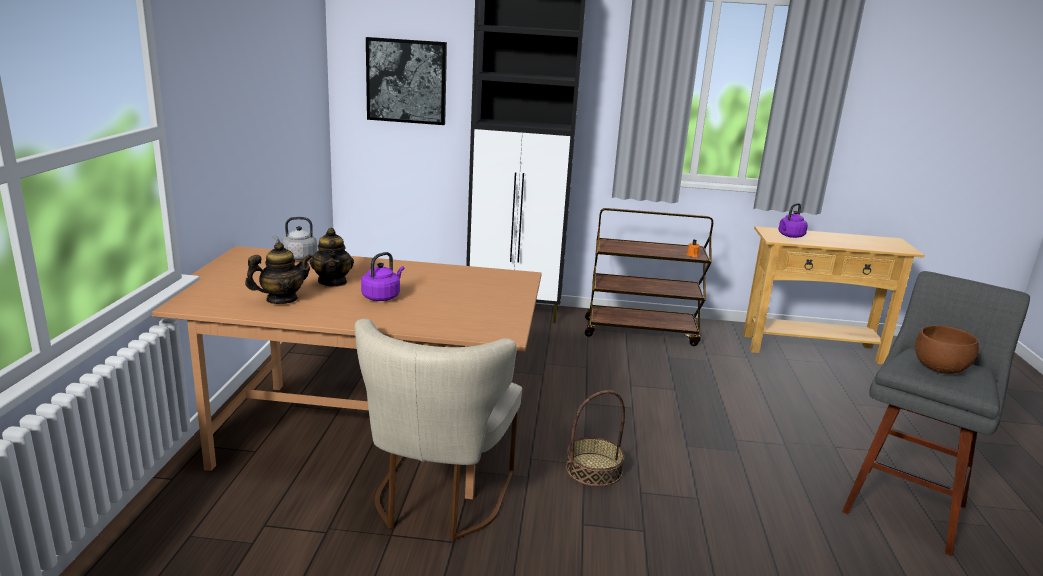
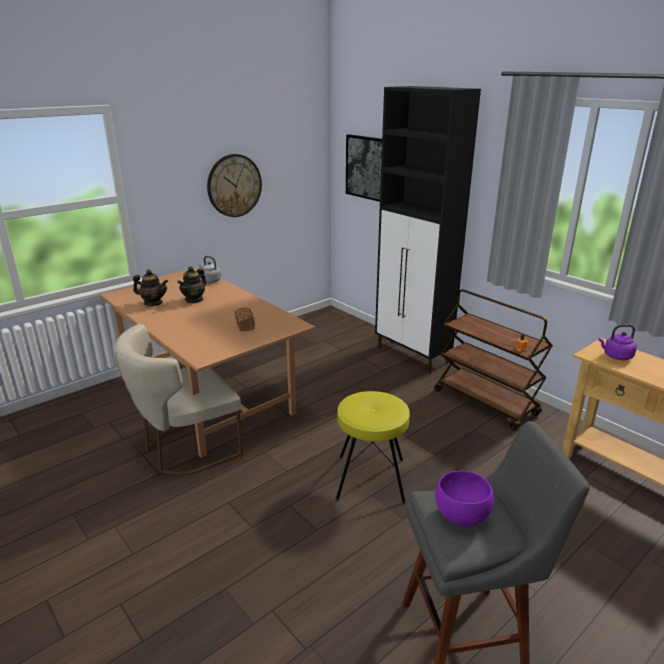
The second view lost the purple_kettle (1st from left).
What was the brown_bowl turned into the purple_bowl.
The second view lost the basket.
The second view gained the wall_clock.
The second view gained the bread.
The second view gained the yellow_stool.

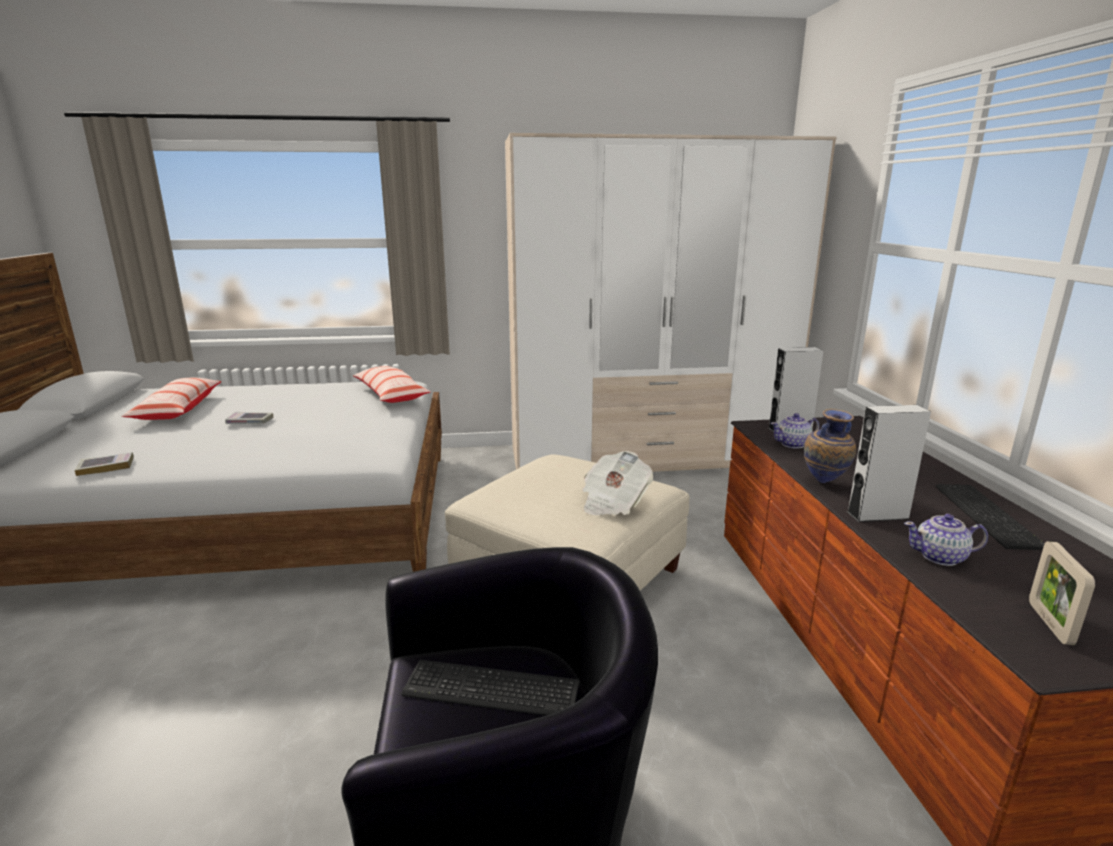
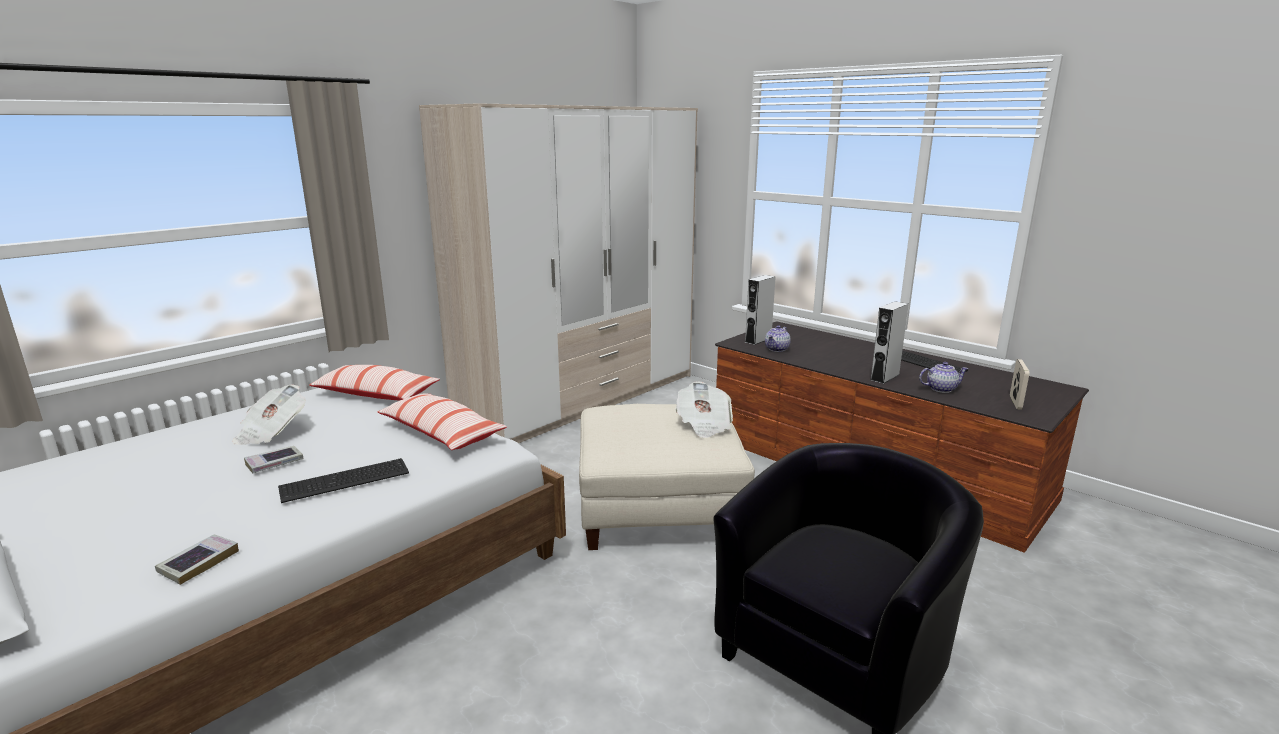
The pillow (1st from left in the first image) ended up elsewhere.
The second view lost the vase.
The teapot (2nd from left) ended up facing another way, 150 degrees counterclockwise from before.
The picture_frame ended up facing another way, 135 degrees counterclockwise from before.
The keyboard (1st from left) ended up elsewhere.
The second view gained the newspaper (1st from left).

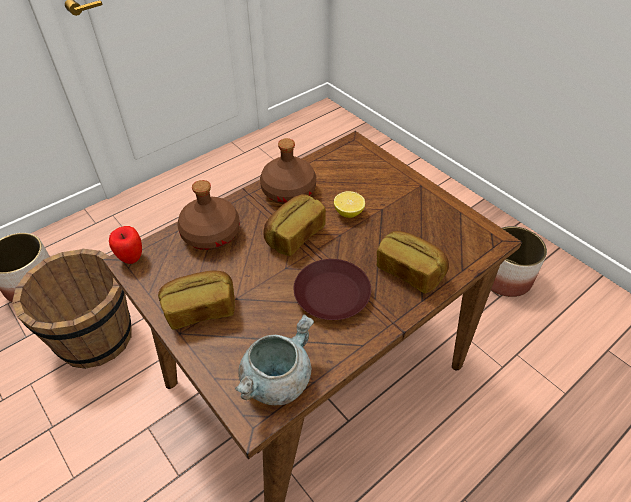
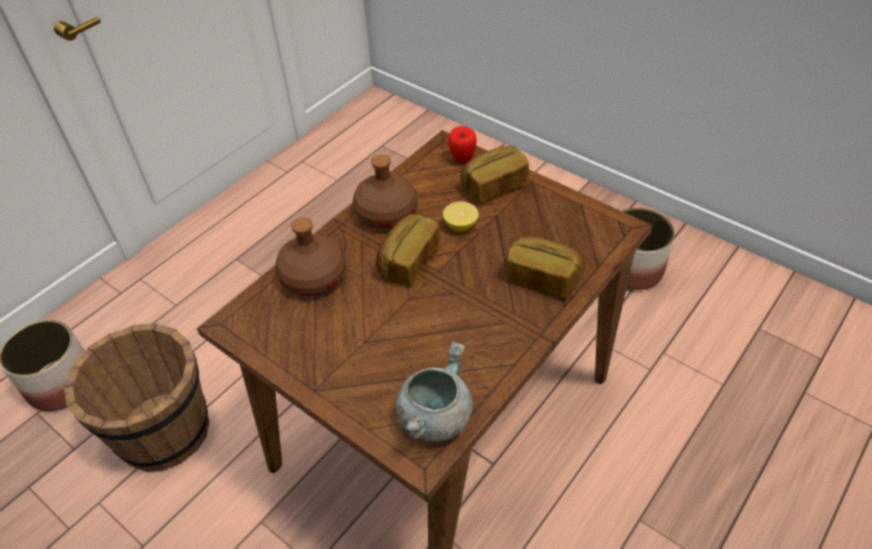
The apple ended up elsewhere.
The second view lost the brown_plate.
The bread (1st from left in the first image) ended up elsewhere.

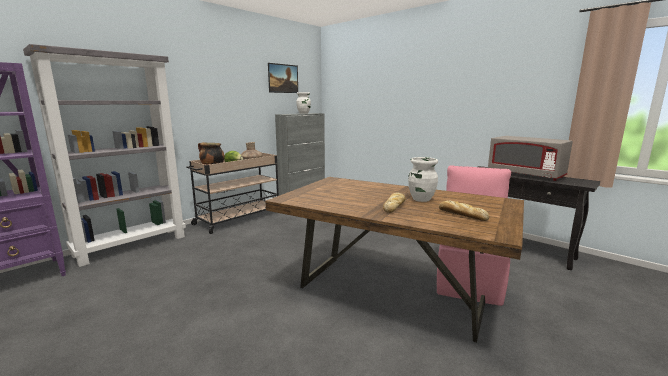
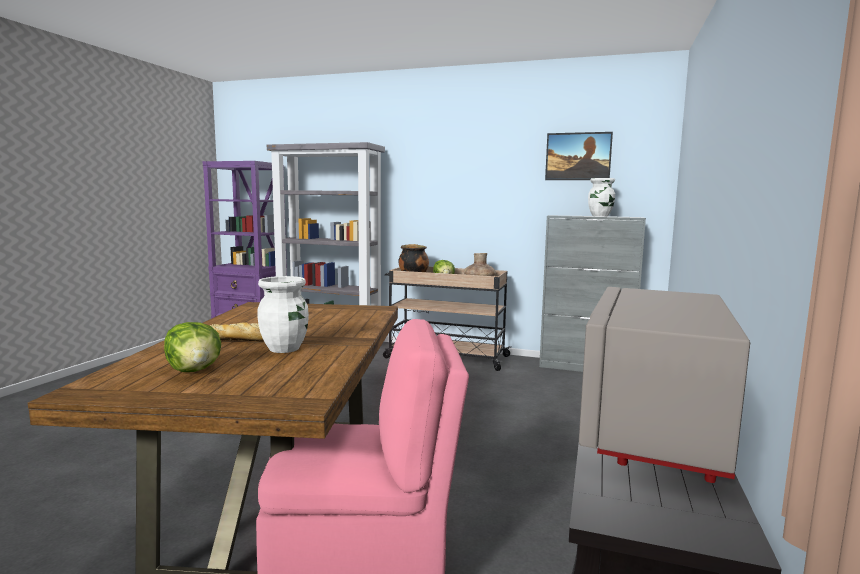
Where the bread (2nd from left) stood, the lettuce (1st from left) came to stand.

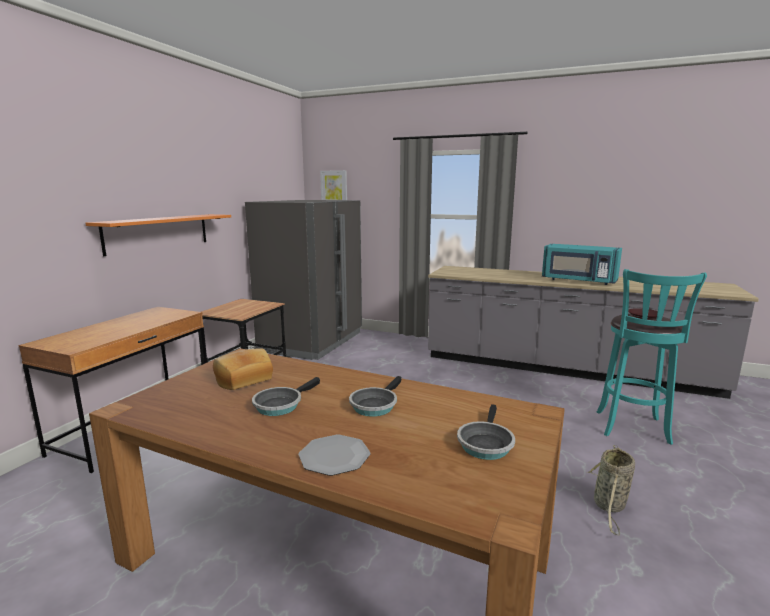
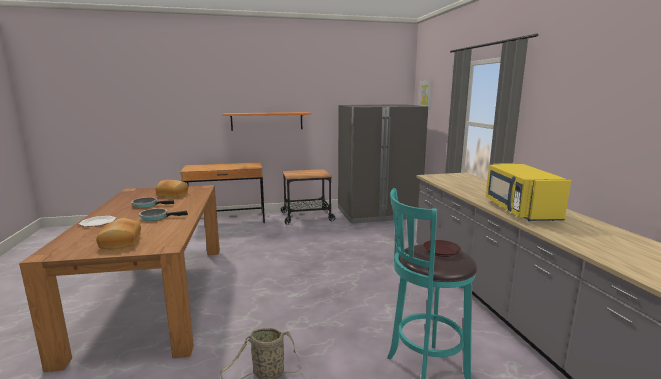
What was the turquoise_microwave turned into the yellow_microwave.
Where the frying_pan (3rd from left) stood, the bread (1st from left) came to stand.

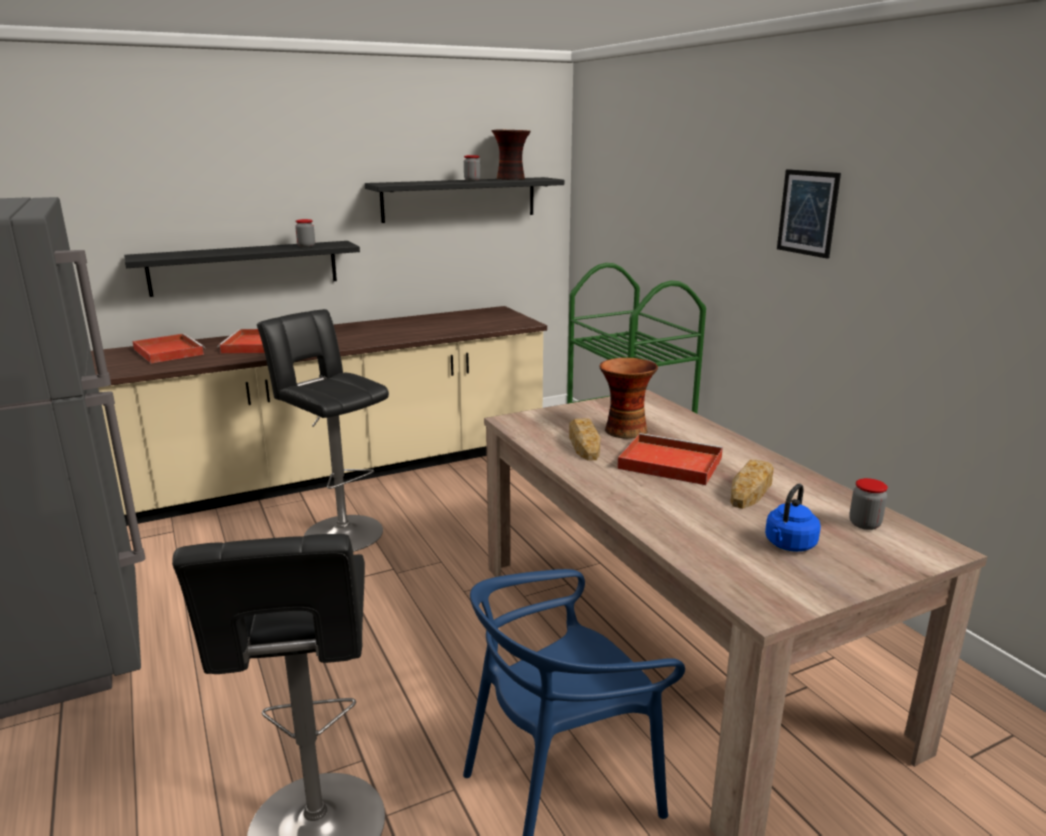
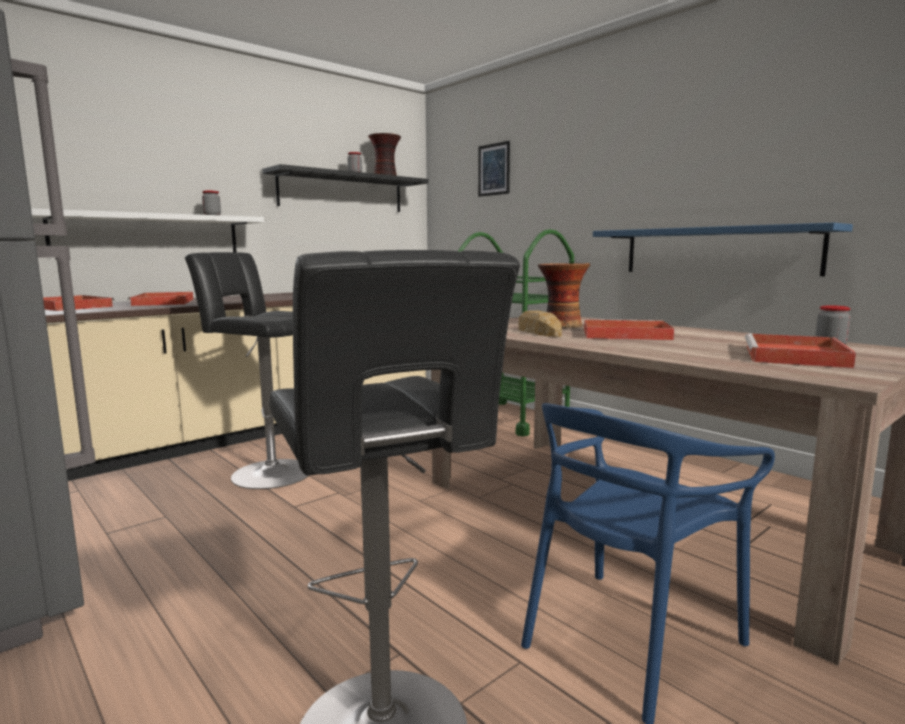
The picture ended up elsewhere.
What was the black_shelf (1st from left) turned into the white_shelf.
The second view lost the bread (2nd from left).
Where the blue_kettle stood, the red_tray (4th from left) came to stand.
The second view gained the blue_shelf.

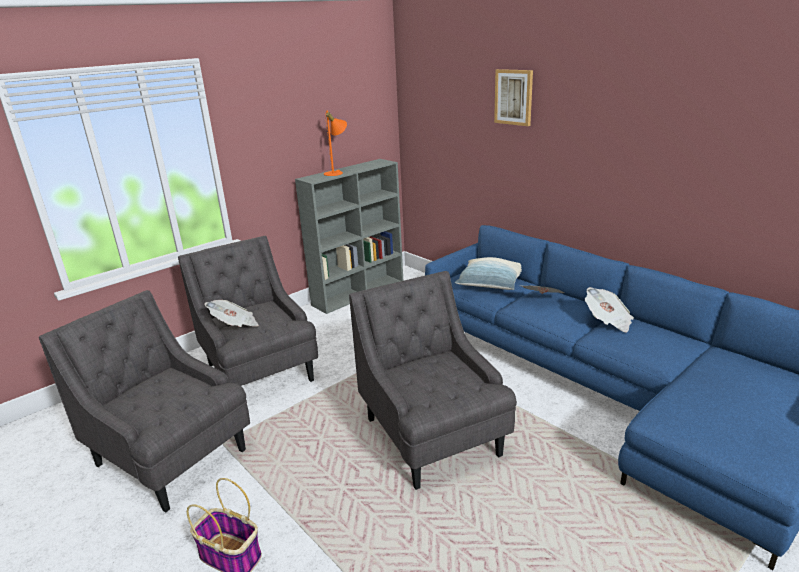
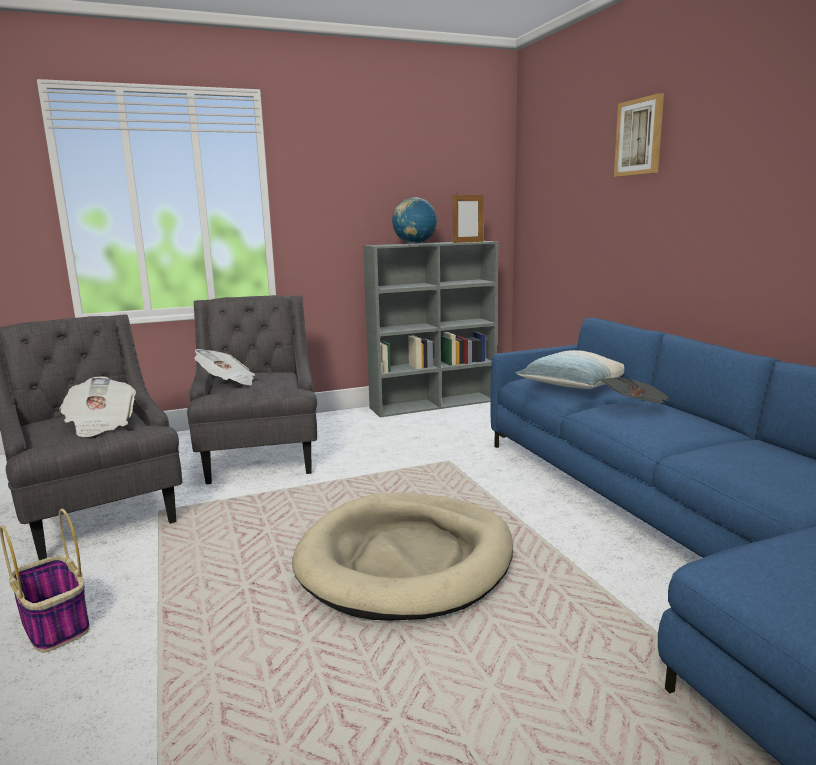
Where the orange_table_lamp stood, the globe came to stand.
Where the grey_armchair (3rd from left) stood, the beige_dog_bed came to stand.
The newspaper (3rd from left in the first image) ended up elsewhere.
The second view gained the picture_frame.

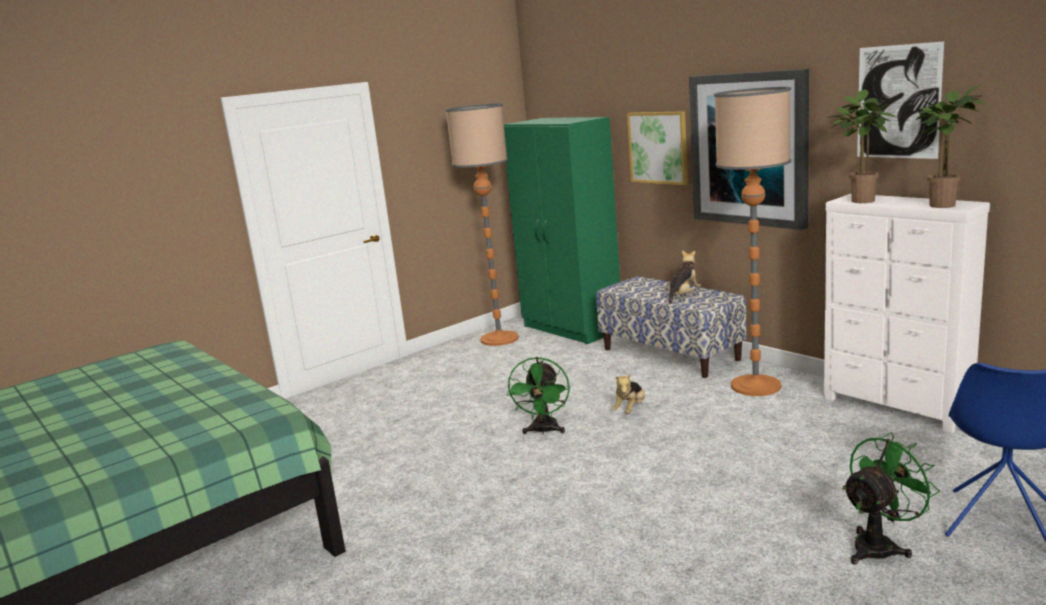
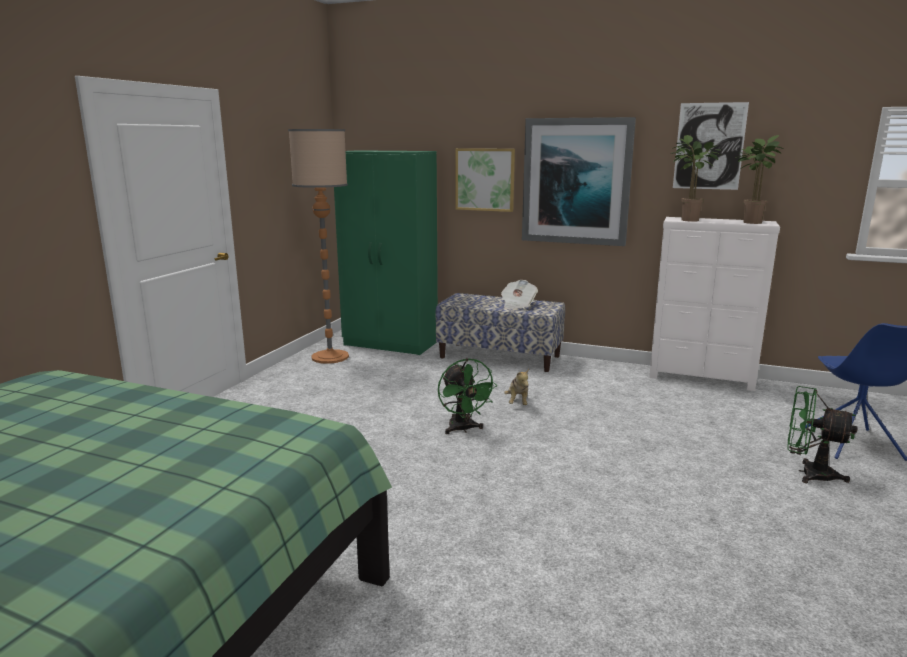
The second view lost the floor_lamp (2nd from left).
Where the plush_toy (2nd from left) stood, the newspaper came to stand.
The green_fan (2nd from left) ended up facing another way, 90 degrees counterclockwise from before.

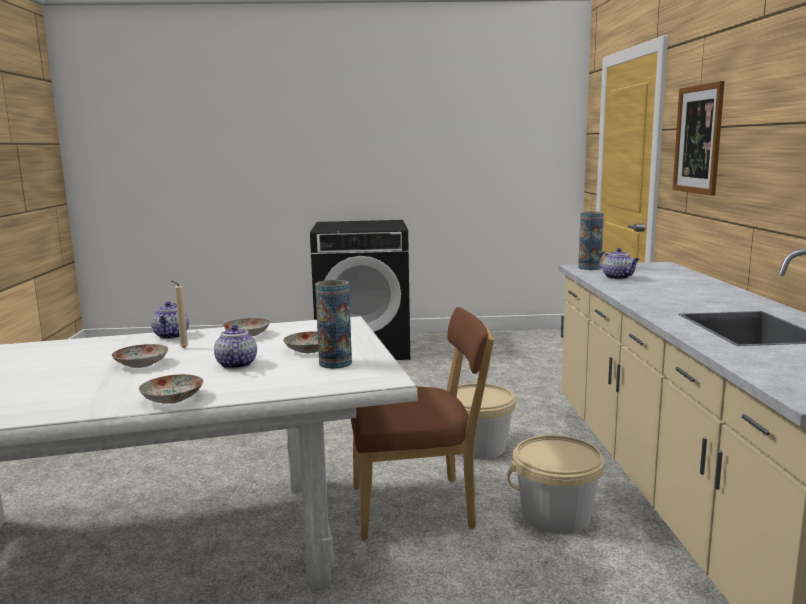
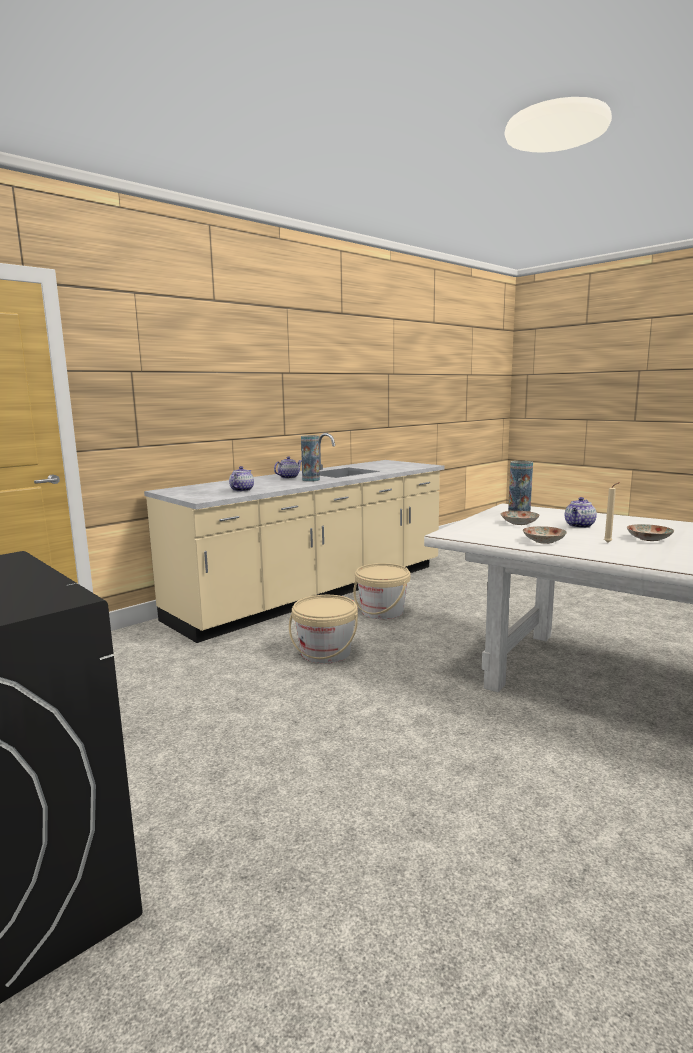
The second view lost the picture.
The vase (2nd from left in the first image) ended up elsewhere.
The teapot (1st from left in the first image) ended up elsewhere.
The second view lost the brown_chair.
The second view lost the plate (2nd from left).

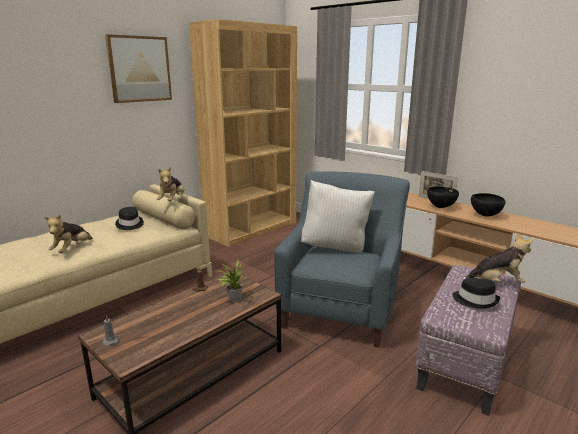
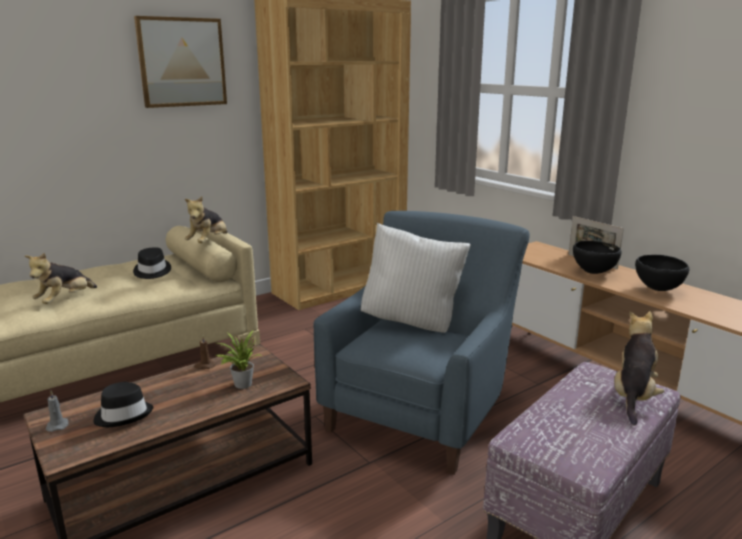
The plush_toy (3rd from left) ended up facing another way, 75 degrees counterclockwise from before.
The black_hat (2nd from left in the first image) ended up elsewhere.

